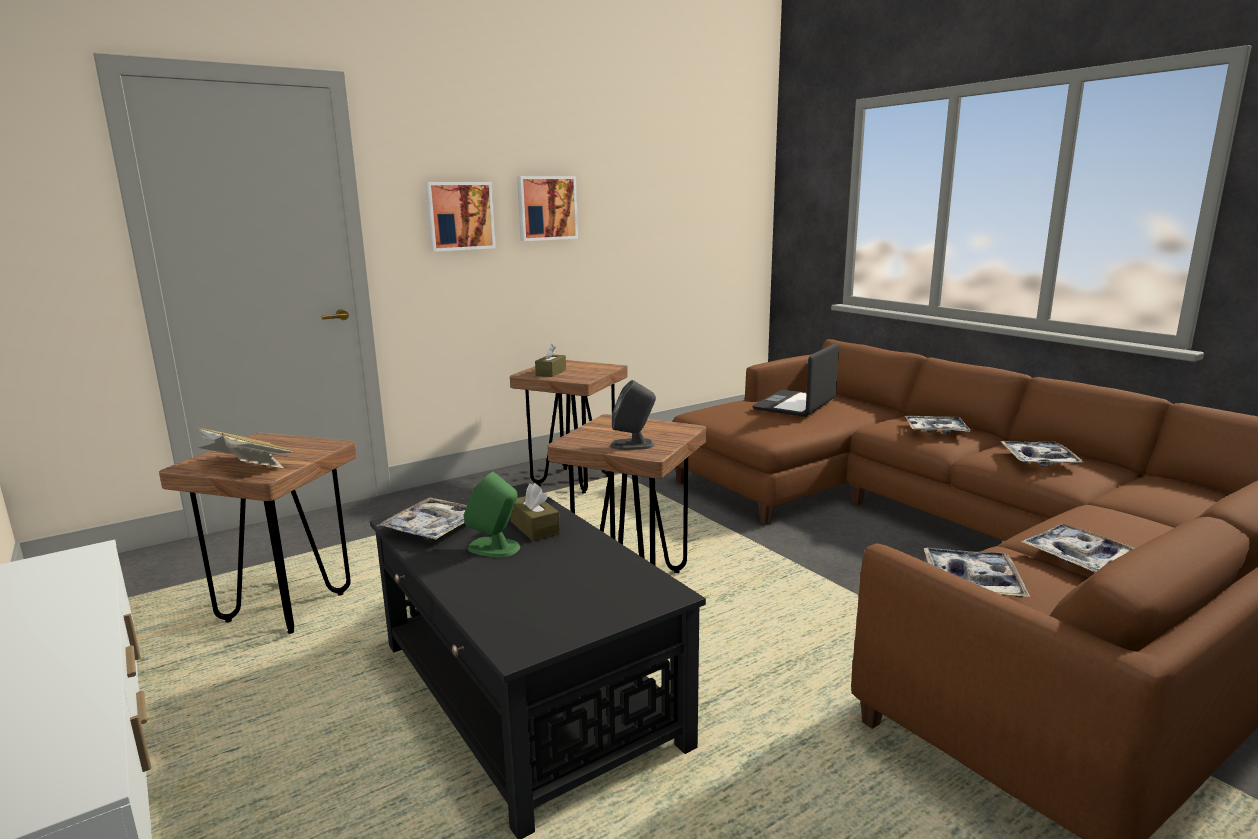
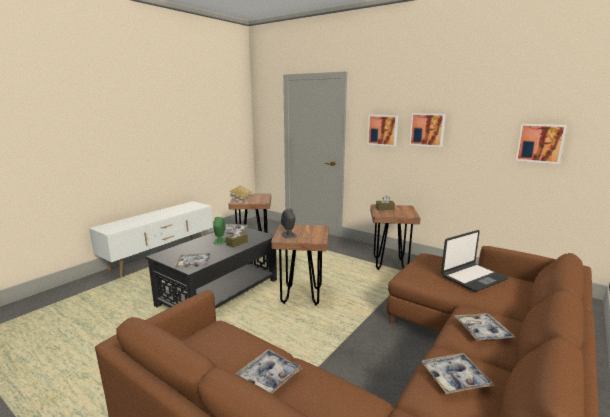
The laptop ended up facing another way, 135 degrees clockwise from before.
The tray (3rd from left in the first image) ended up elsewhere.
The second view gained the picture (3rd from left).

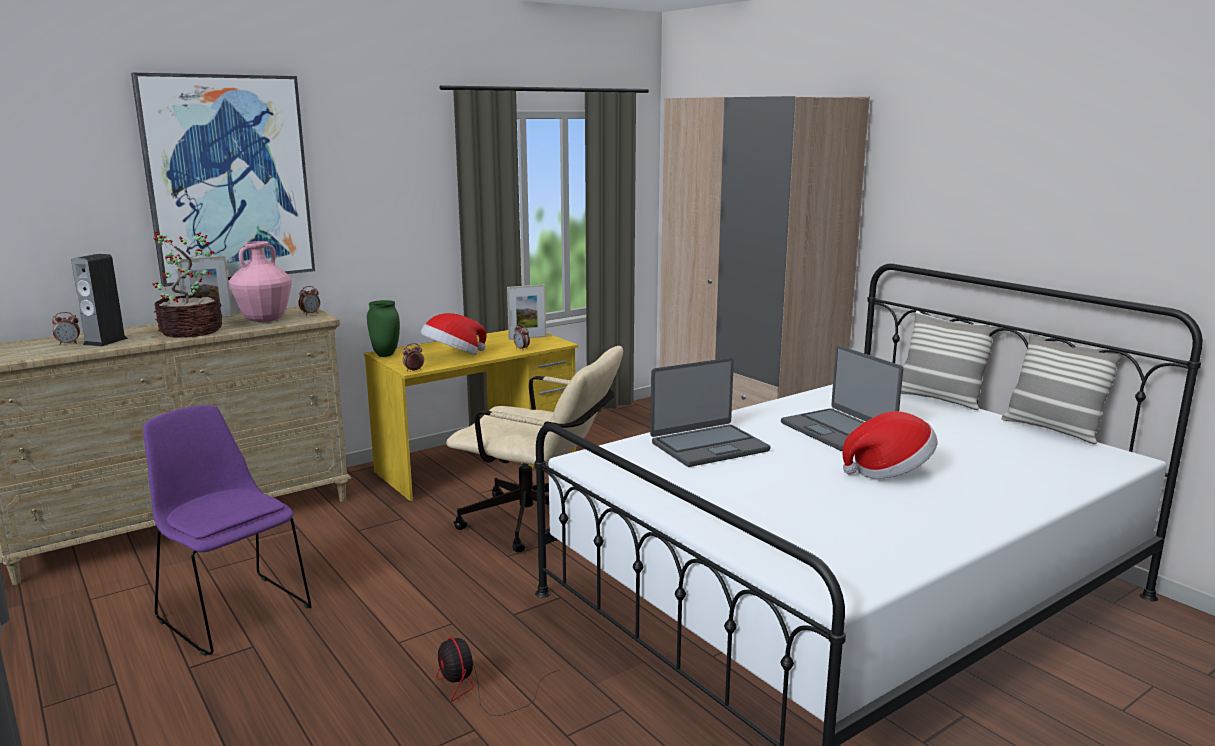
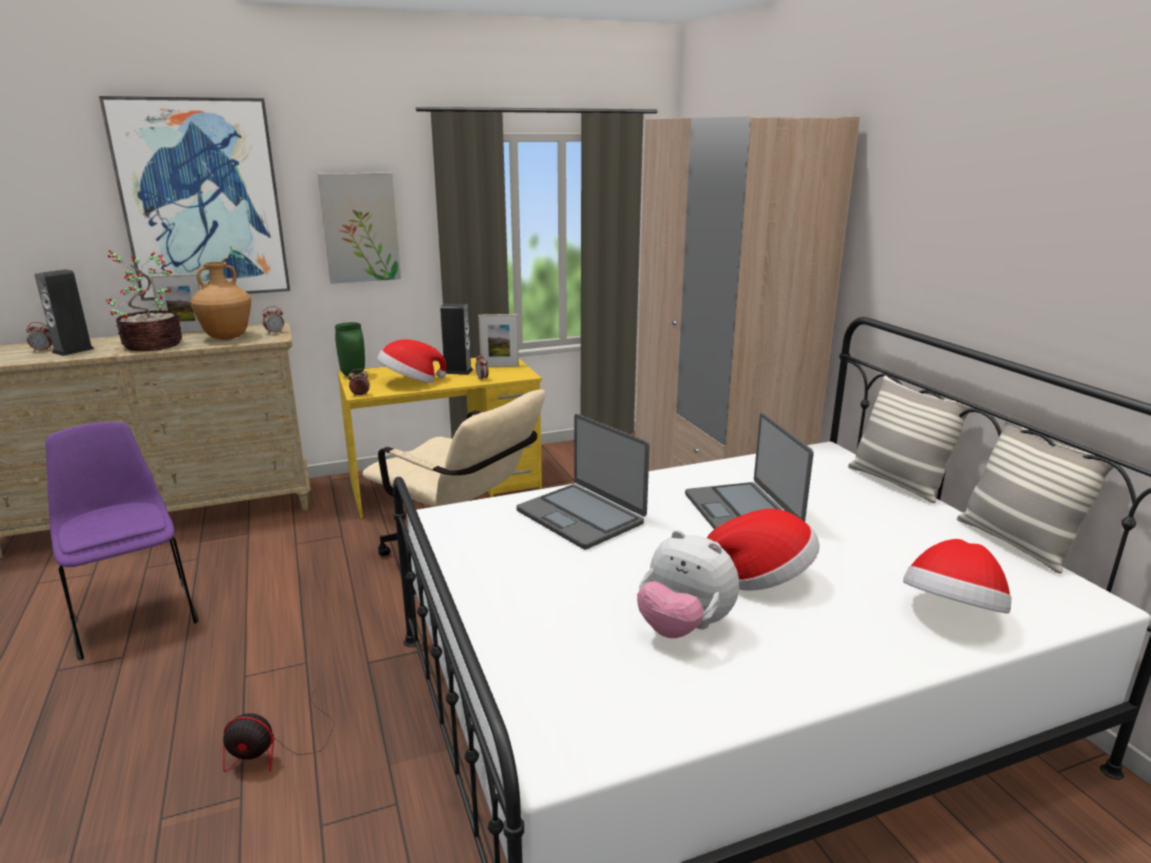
What was the pink_vase turned into the brown_vase.
The laptop (1st from left) ended up facing another way, 60 degrees clockwise from before.
The fan ended up facing another way, 75 degrees counterclockwise from before.
The second view gained the picture (2nd from left).
The second view gained the speaker (2nd from left).
The second view gained the plush_toy.
The second view gained the hat (3rd from left).

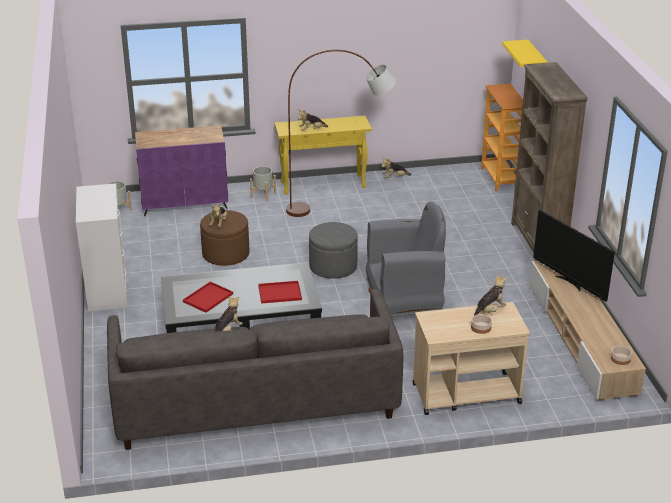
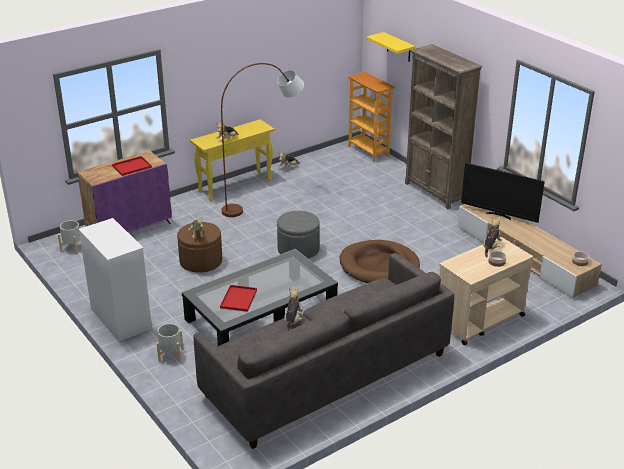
The grey_planter (2nd from left) ended up elsewhere.
Where the grey_armchair stood, the brown_dog_bed came to stand.
The red_tray (2nd from left in the first image) ended up elsewhere.

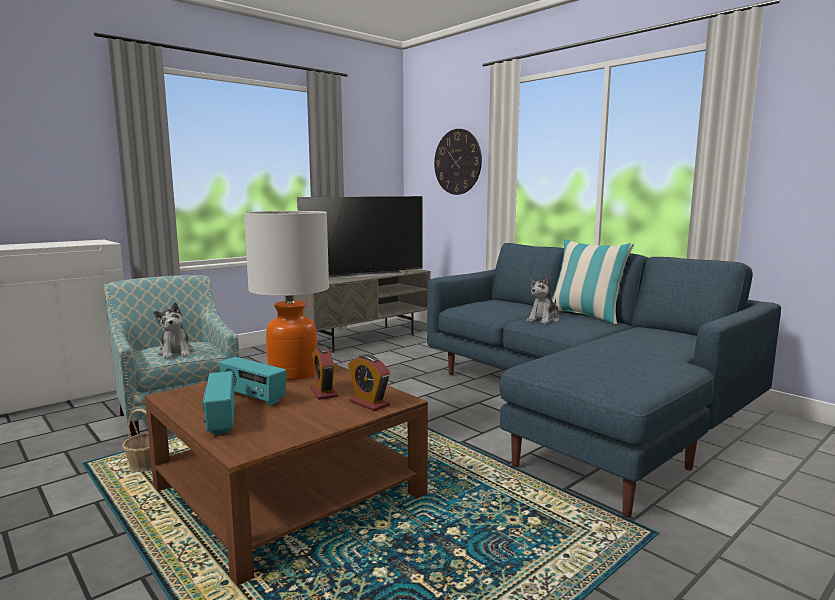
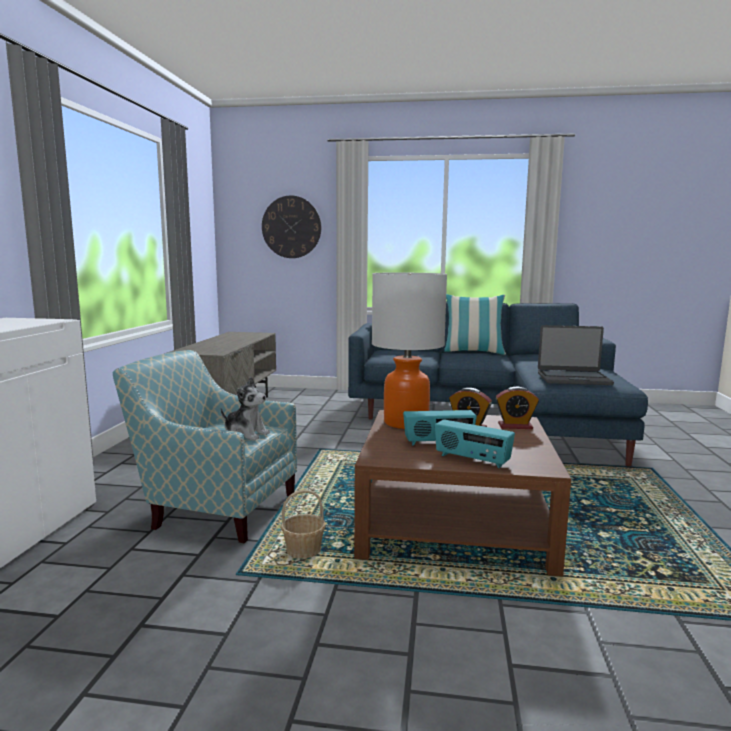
The second view lost the television.
The second view lost the plush_toy (2nd from left).
The second view gained the laptop.

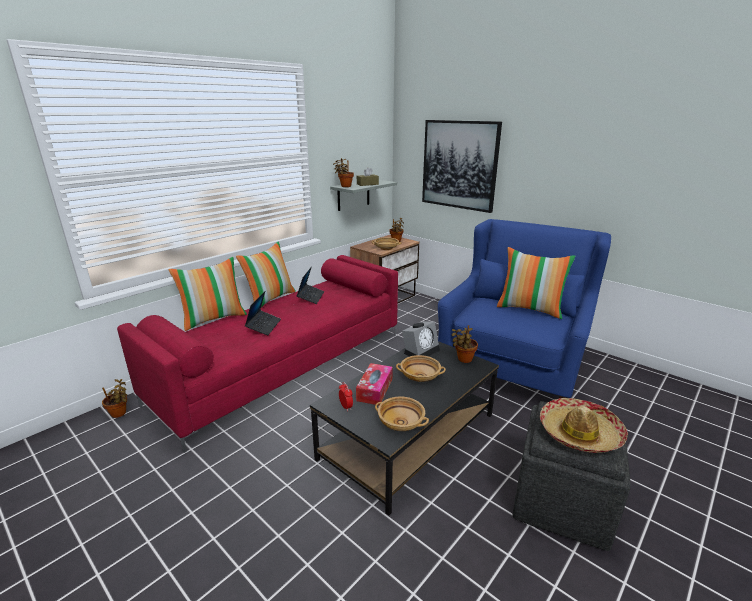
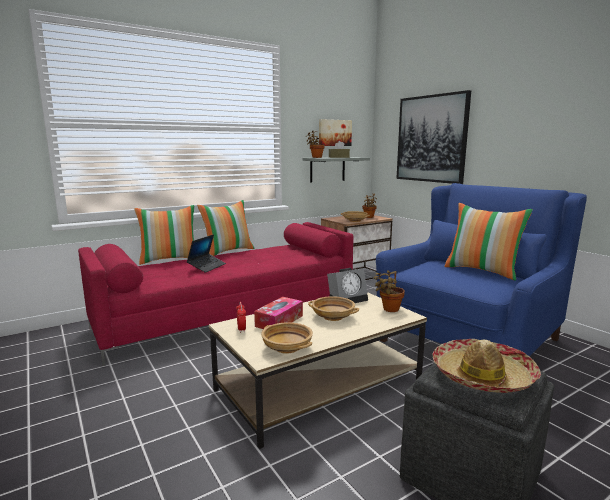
The second view lost the laptop (2nd from left).
What was the black_coffee_table turned into the beige_coffee_table.
The second view lost the potted_plant (1st from left).
The second view gained the picture (1st from left).

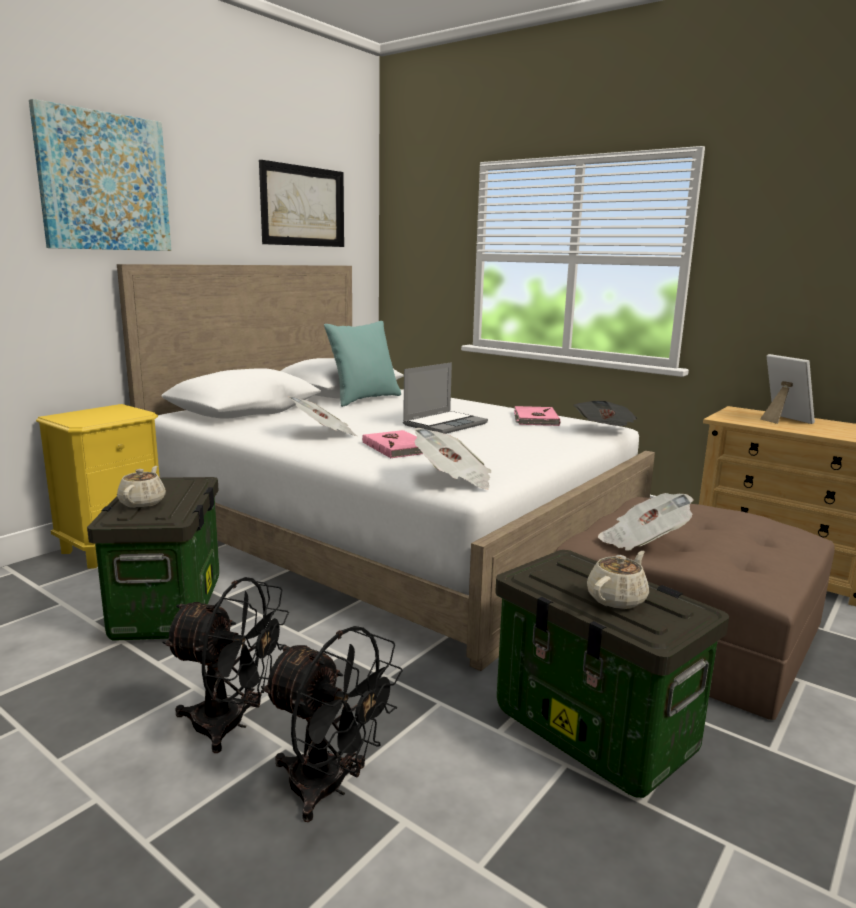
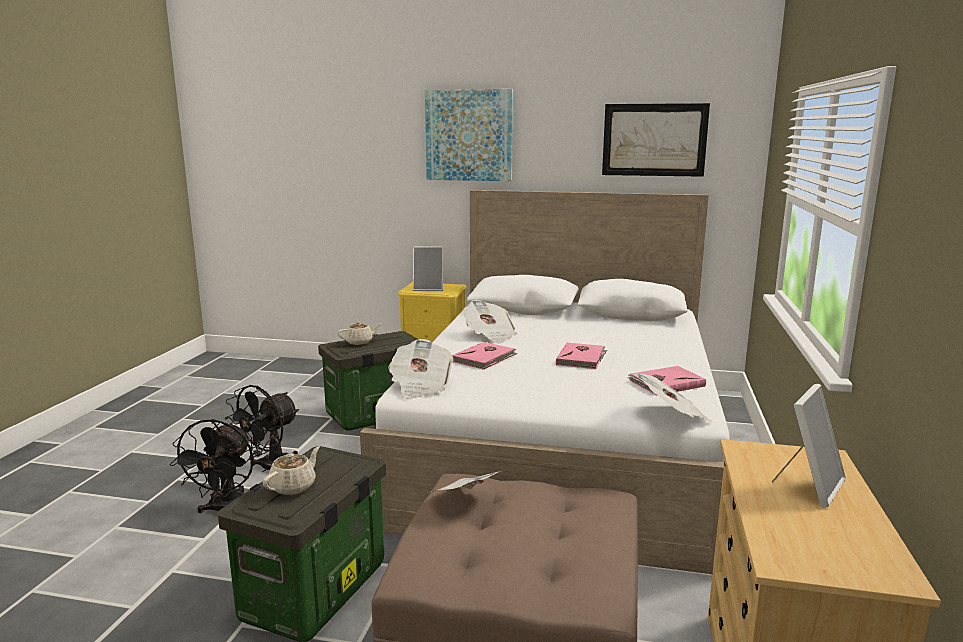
The second view lost the turquoise_pillow.
Where the laptop stood, the pink_book (2nd from left) came to stand.
The beige_teapot (2nd from left in the first image) ended up facing another way, 75 degrees counterclockwise from before.
The black_fan (1st from left in the first image) ended up facing another way, 45 degrees clockwise from before.
The second view gained the picture_frame (1st from left).

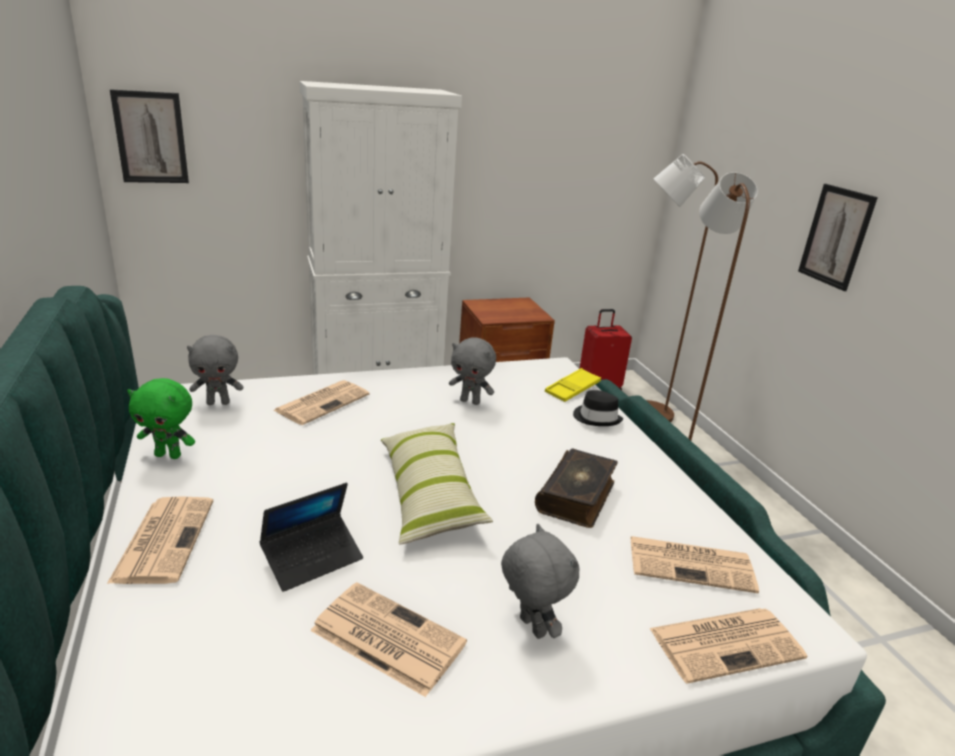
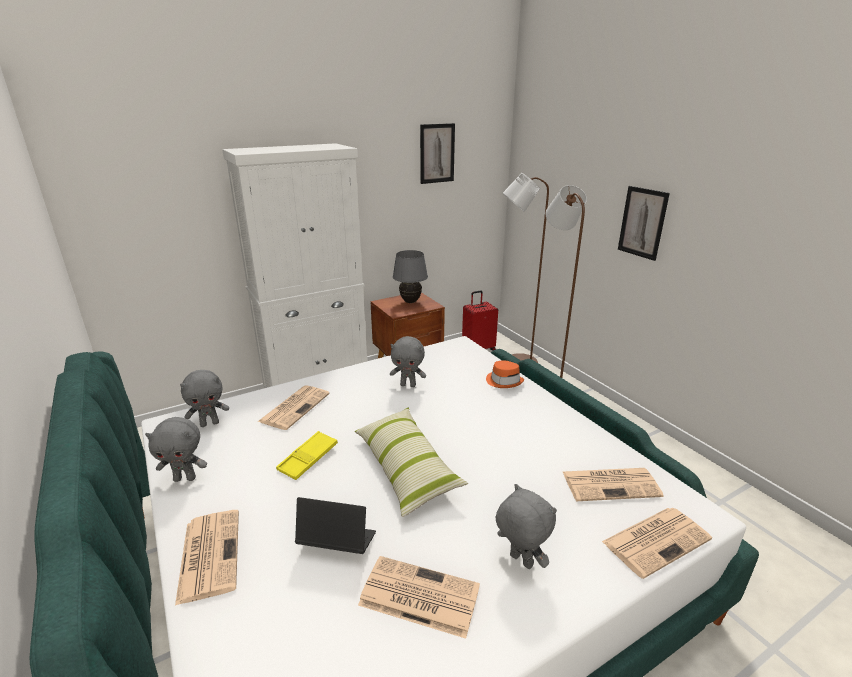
The picture (1st from left) ended up elsewhere.
The yellow_tray ended up elsewhere.
What was the green_plush_toy turned into the grey_plush_toy (1st from left).
What was the black_hat turned into the orange_hat.
The second view lost the book.
The laptop ended up facing another way, 120 degrees counterclockwise from before.
The second view gained the grey_table_lamp.

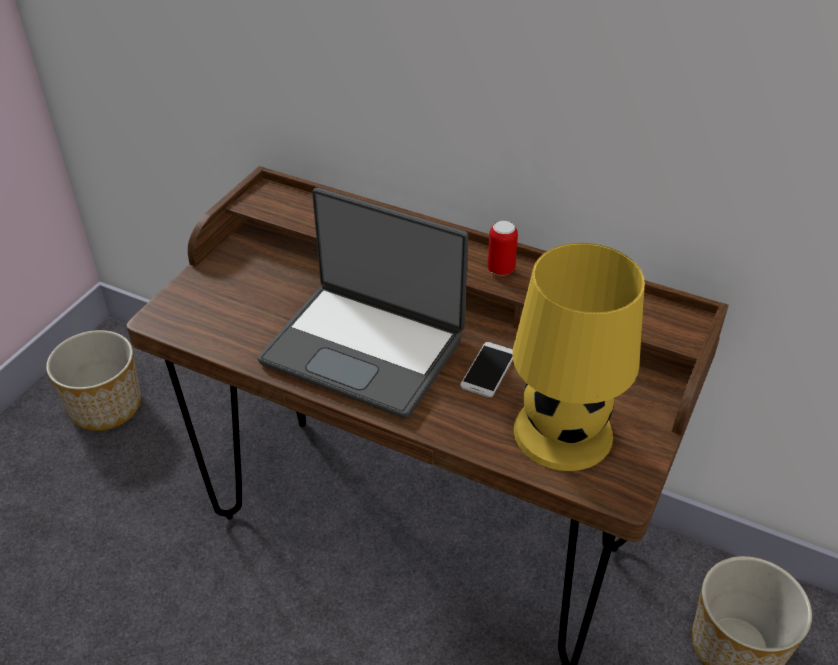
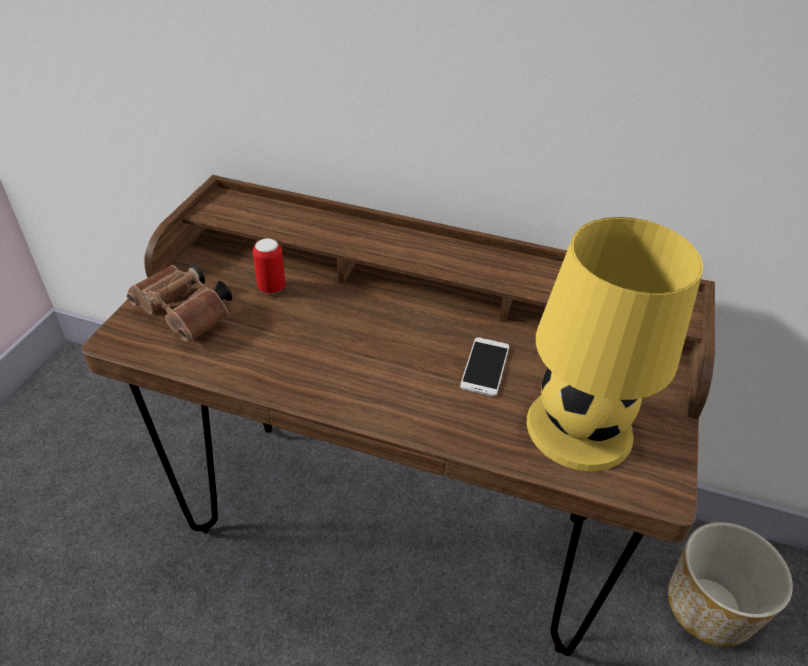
The second view lost the laptop.
The can ended up elsewhere.
The second view lost the planter (1st from left).
The second view gained the brown_binoculars.

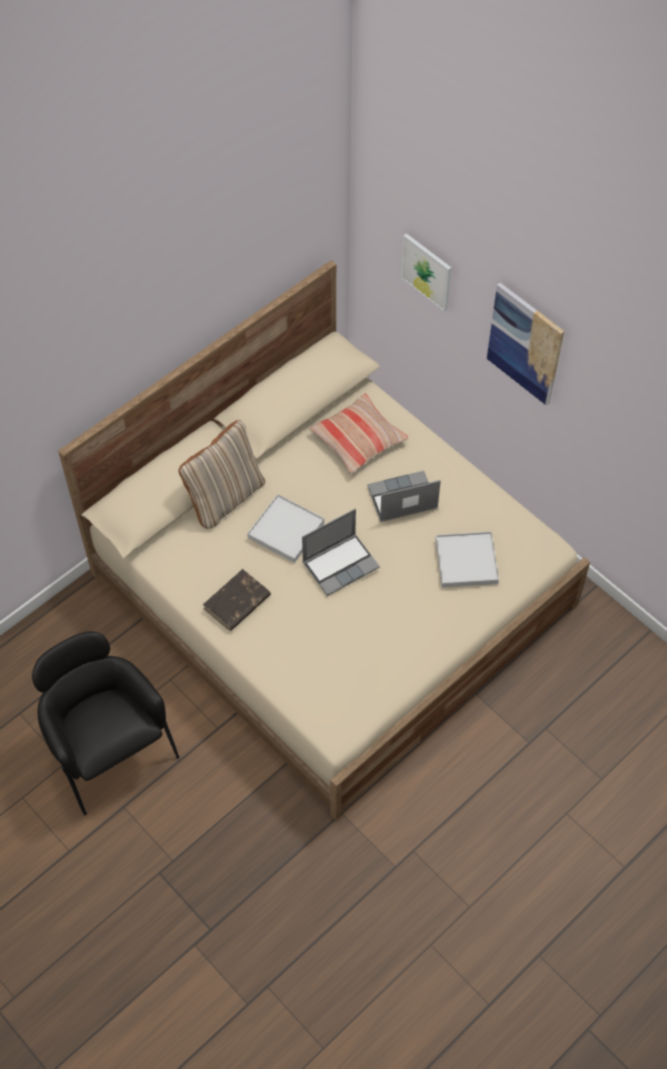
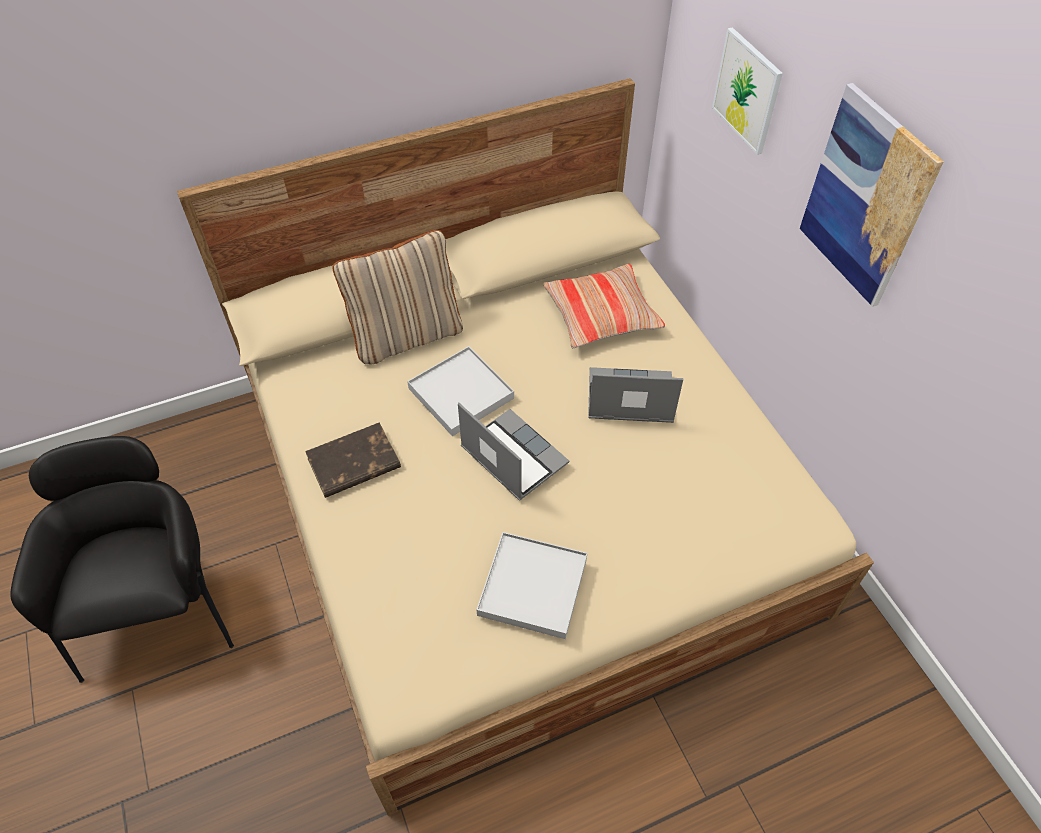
The laptop (1st from left) ended up facing another way, 120 degrees counterclockwise from before.
The white_tray (2nd from left) ended up elsewhere.

